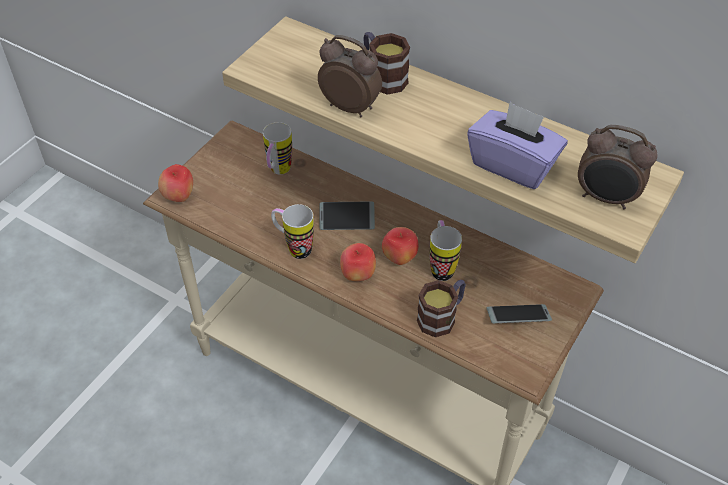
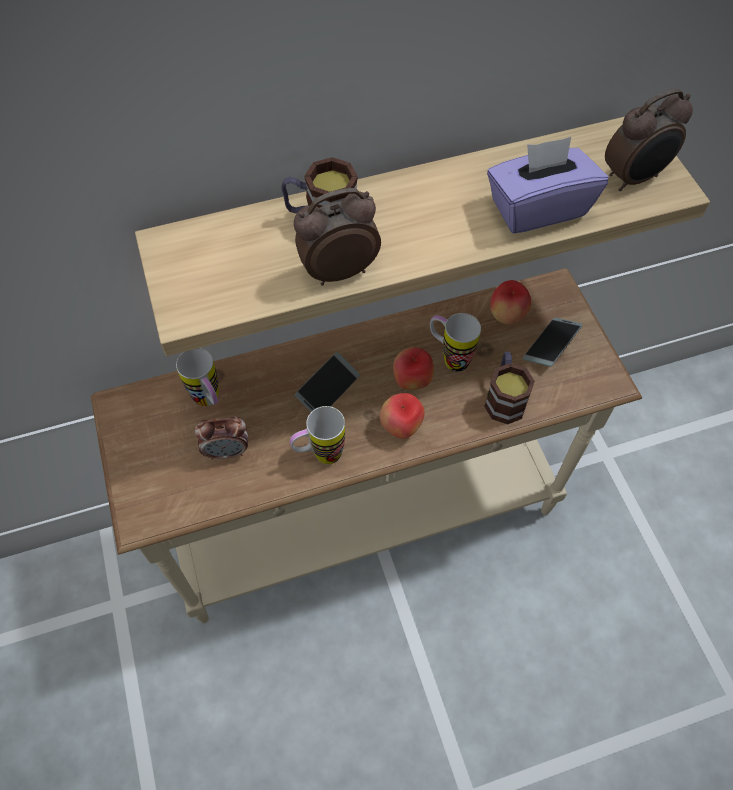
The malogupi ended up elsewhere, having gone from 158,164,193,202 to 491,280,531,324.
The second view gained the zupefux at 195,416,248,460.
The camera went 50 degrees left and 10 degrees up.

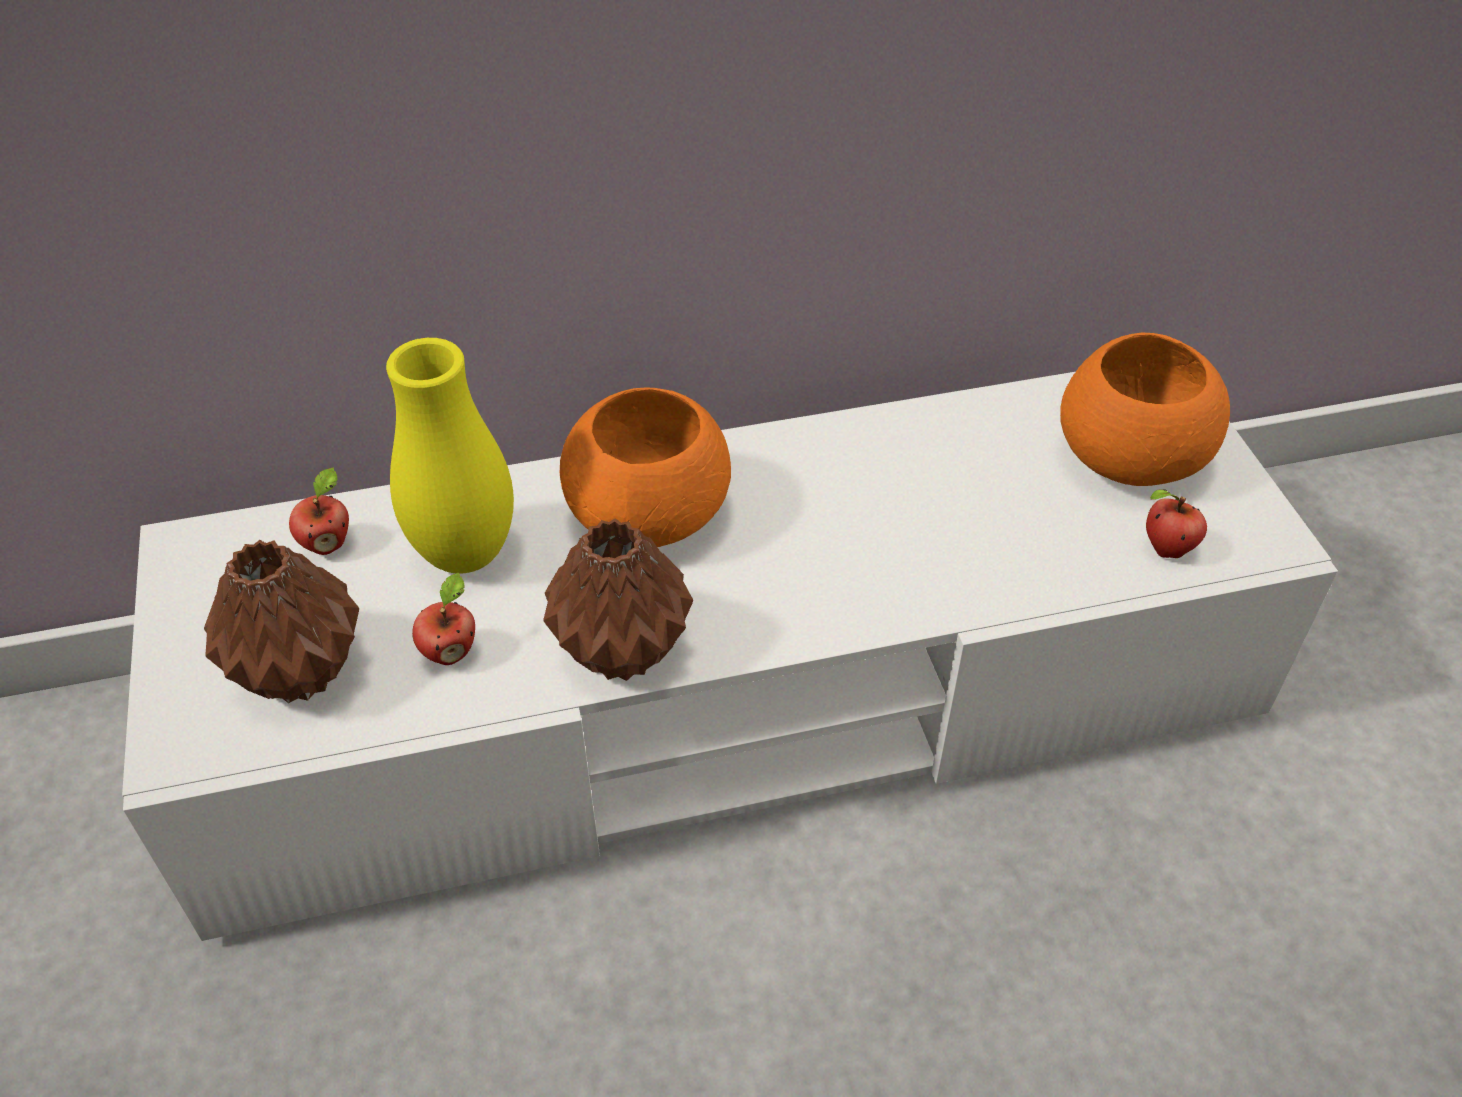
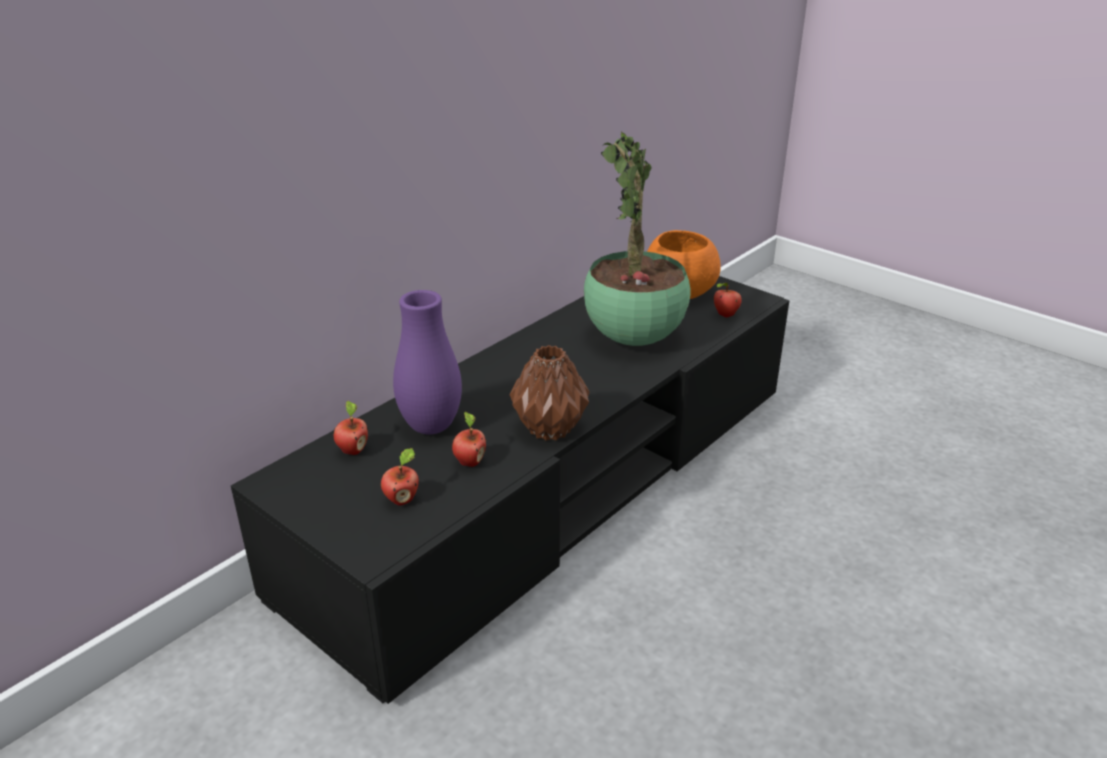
What was the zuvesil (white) at 122,372,1338,941 turned into the zuvesil (black) at 231,276,789,704.
Where the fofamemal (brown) stood at 204,540,359,703, the malogupi came to stand at 381,448,419,506.
What was the fofamemal (yellow) at 386,338,514,574 turned into the fofamemal (purple) at 393,290,462,435.
The second view lost the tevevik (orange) at 560,387,731,547.
The second view gained the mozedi at 584,131,690,346.
The camera went 35 degrees left and 15 degrees down.

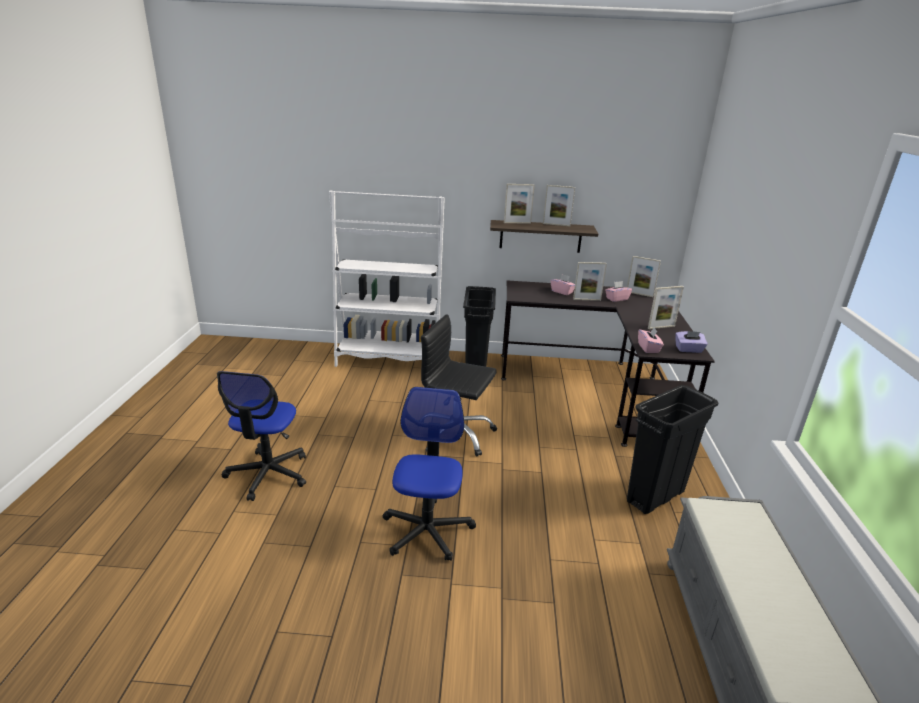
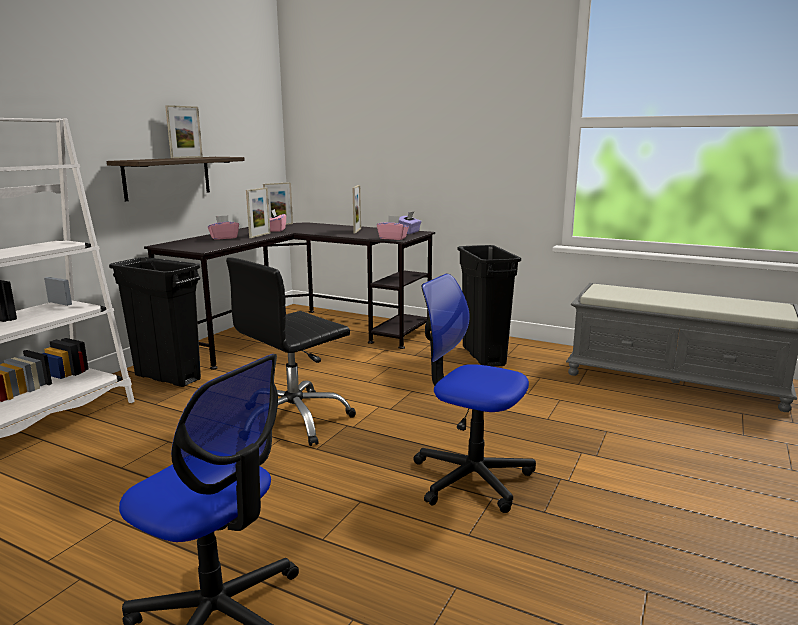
The second view lost the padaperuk at 504,184,535,224.
The camera went 65 degrees left and 10 degrees down.

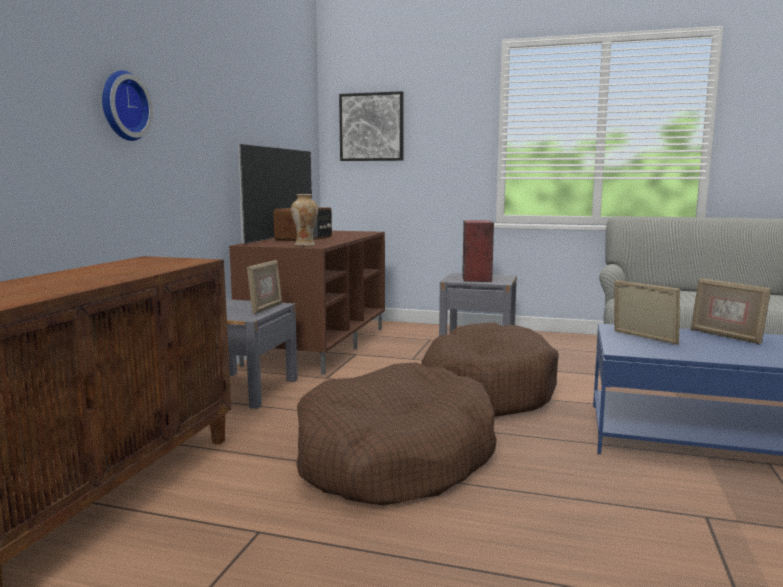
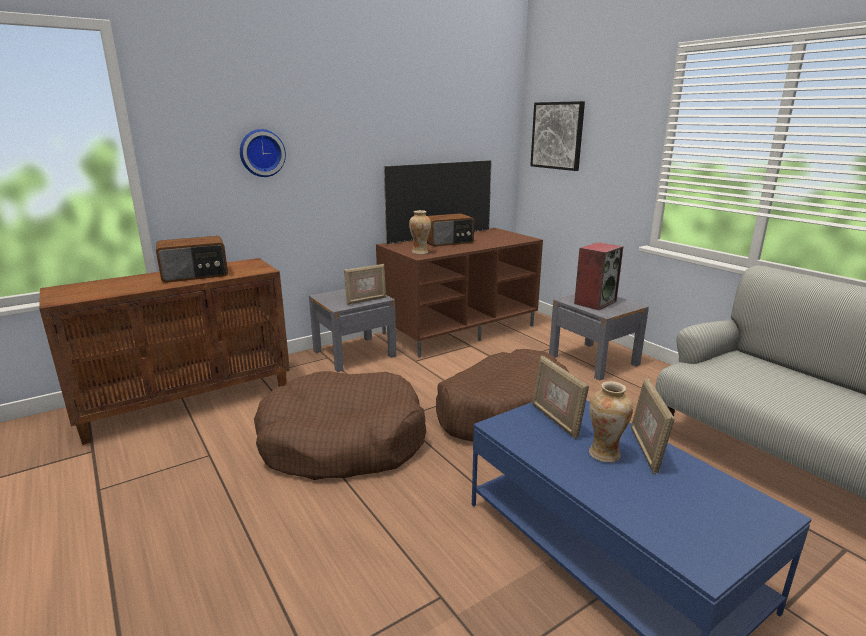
The padaperuk at 614,280,680,345 ended up facing another way, 150 degrees clockwise from before.
The second view gained the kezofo at 156,236,228,283.
The second view gained the fofamemal at 589,381,633,463.
The camera went 40 degrees right and 10 degrees up.

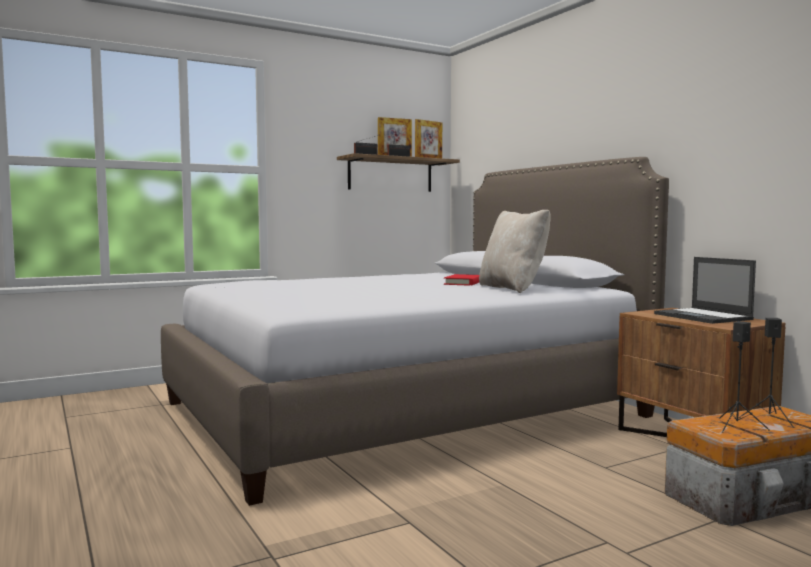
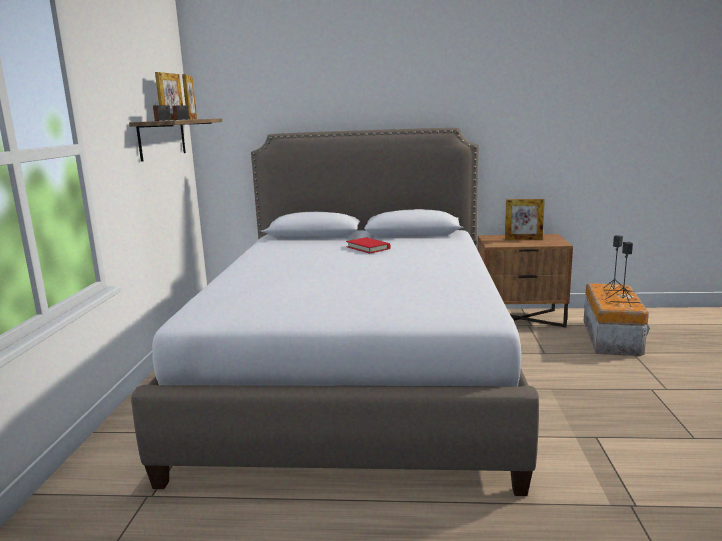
The second view lost the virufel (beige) at 479,210,551,293.
Where the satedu stood at 654,257,756,324, the padaperuk came to stand at 505,199,545,240.
The camera went 55 degrees left and 10 degrees up.

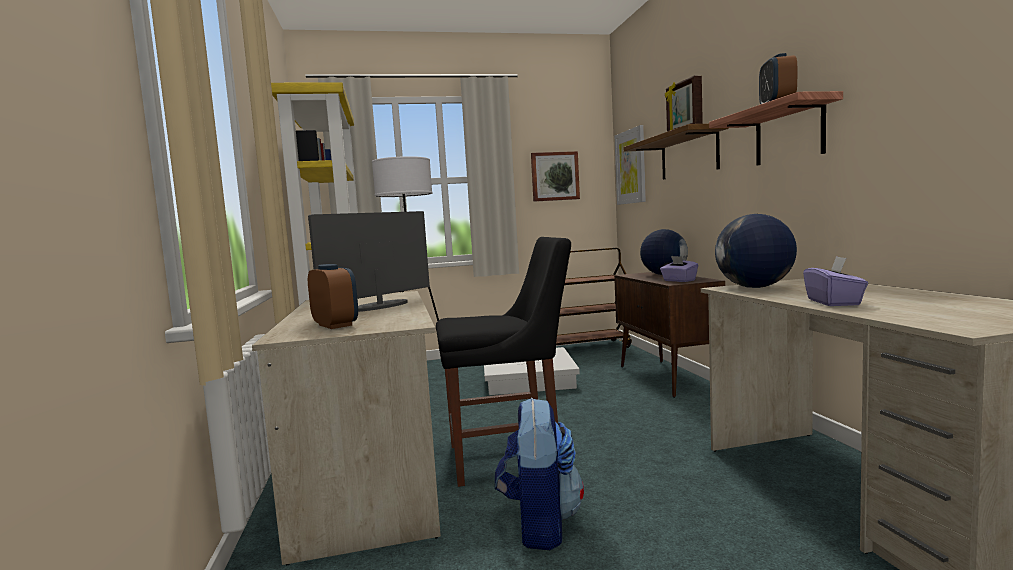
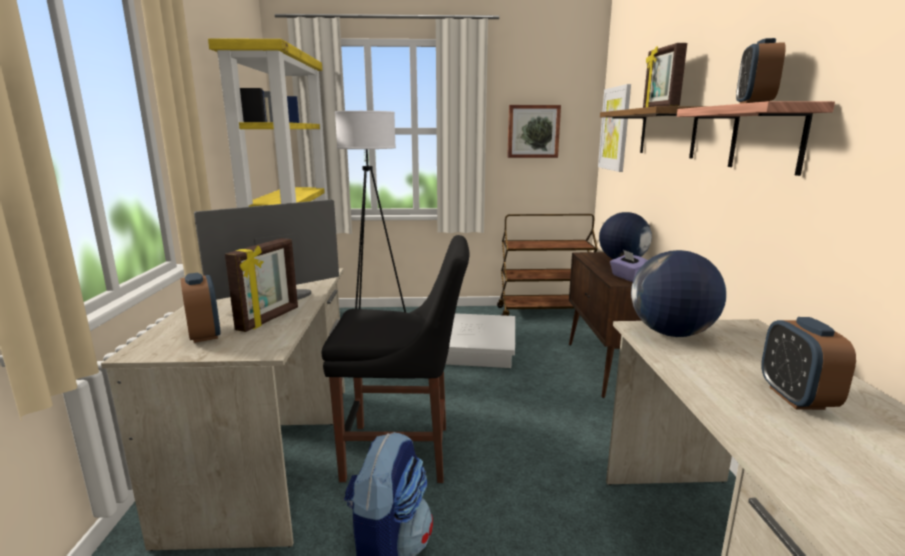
The second view lost the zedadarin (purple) at 803,256,868,306.
The second view gained the padaperuk at 225,238,298,332.
The second view gained the zupefux at 761,317,856,410.
The camera went 10 degrees right and 10 degrees up.

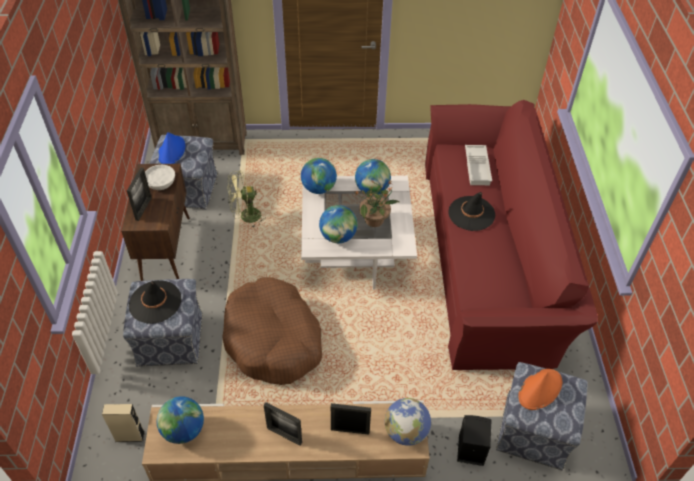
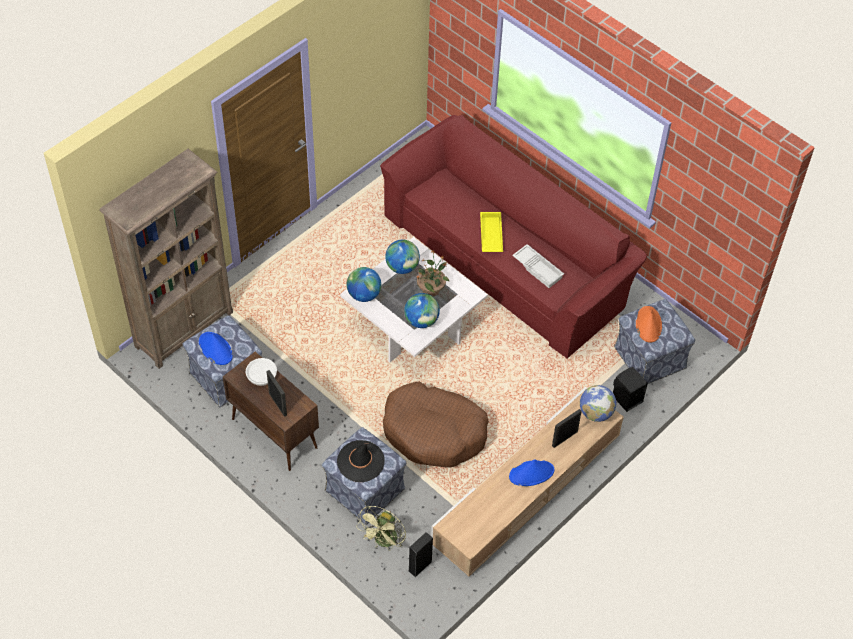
What was the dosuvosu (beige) at 102,404,145,442 turned into the dosuvosu (black) at 409,532,433,577.
The second view lost the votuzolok at 157,396,204,444.
The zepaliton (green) ended up elsewhere, having gone from 227,171,266,228 to 356,506,406,551.
Where the padaperuk stood at 264,402,302,446, the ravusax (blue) came to stand at 509,459,554,486.
Where the ravusax (black) stood at 449,192,495,231, the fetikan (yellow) came to stand at 480,212,503,252.
The fetikan (white) ended up elsewhere, having gone from 465,145,492,185 to 512,244,564,288.
The camera went 45 degrees left and 5 degrees up.

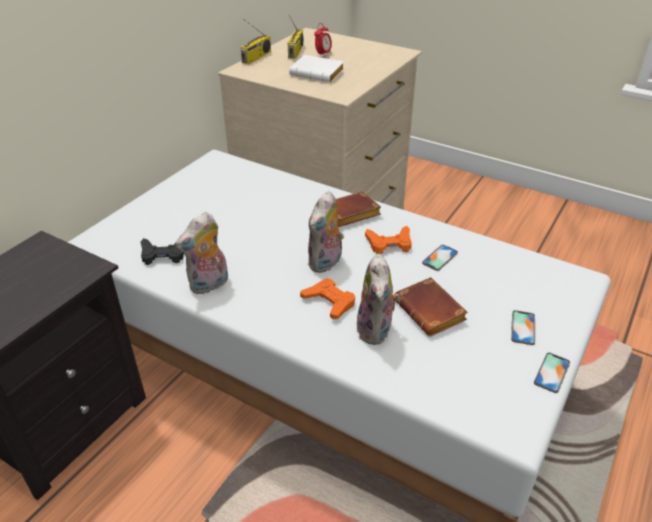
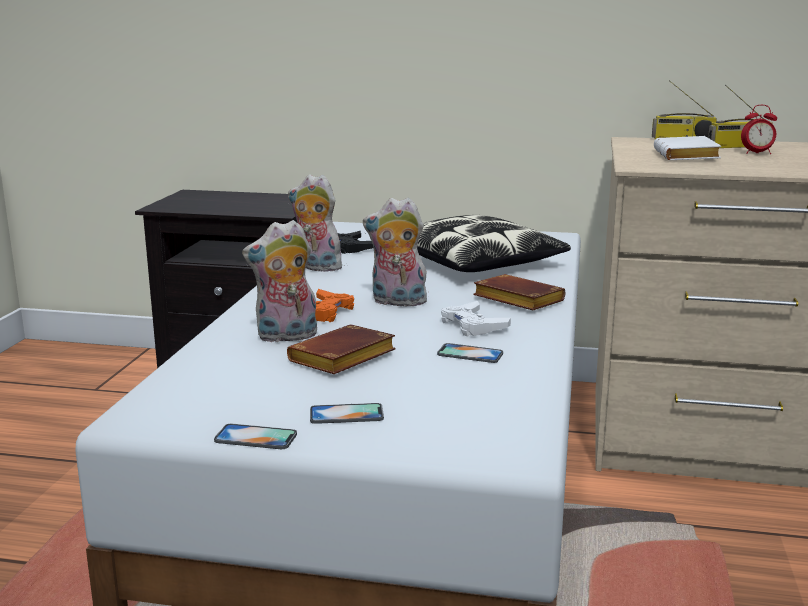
What was the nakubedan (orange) at 365,226,412,254 turned into the nakubedan (white) at 441,301,511,336.
The second view gained the virufel at 417,215,571,272.
The camera went 70 degrees right and 20 degrees down.

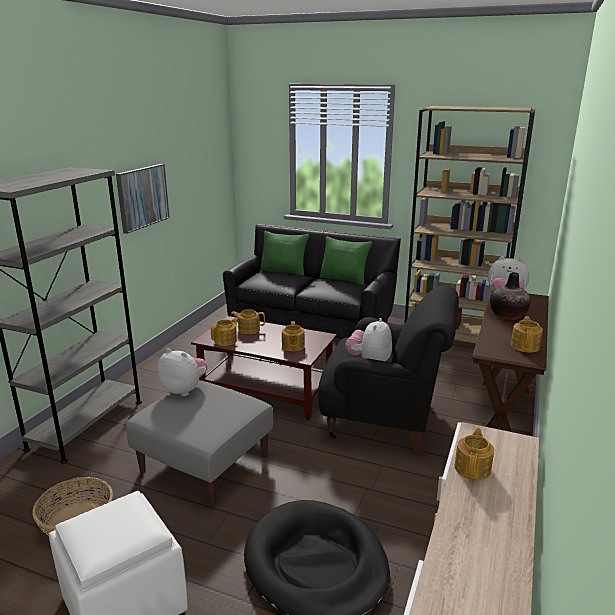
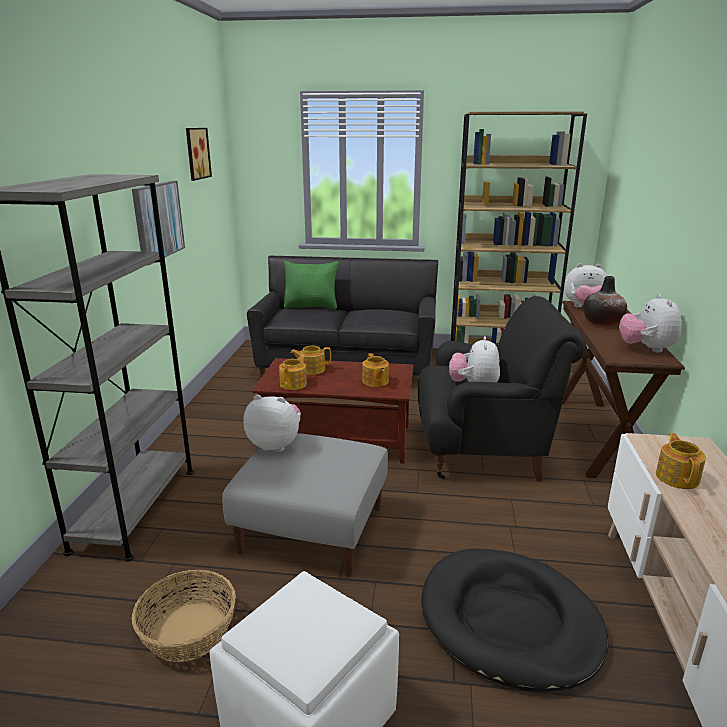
The second view lost the virufel (green) at 320,236,372,285.
Where the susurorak stood at 511,316,543,353, the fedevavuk came to stand at 619,294,682,353.
The second view gained the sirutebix at 186,128,212,181.
The camera went 15 degrees left and 0 degrees up.

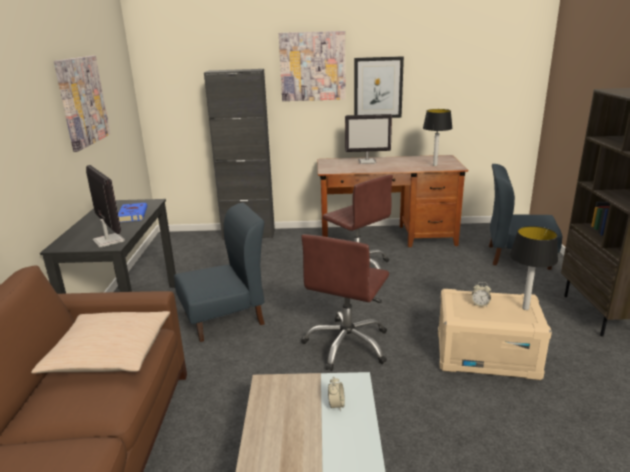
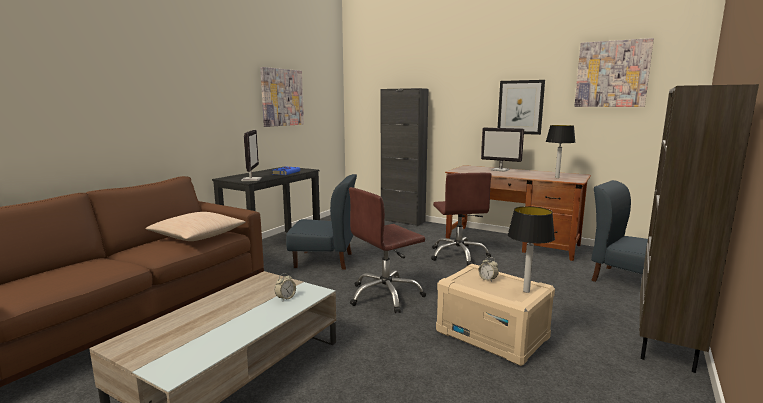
The sirutebix ended up elsewhere, having gone from 279,31,346,101 to 574,38,654,107.
The camera went 30 degrees right and 10 degrees down.

